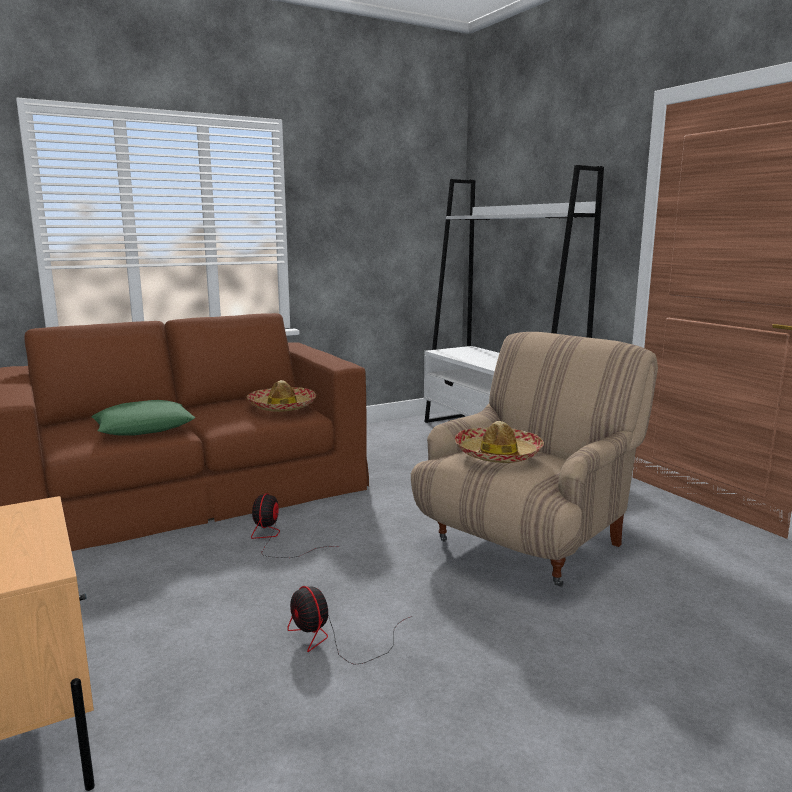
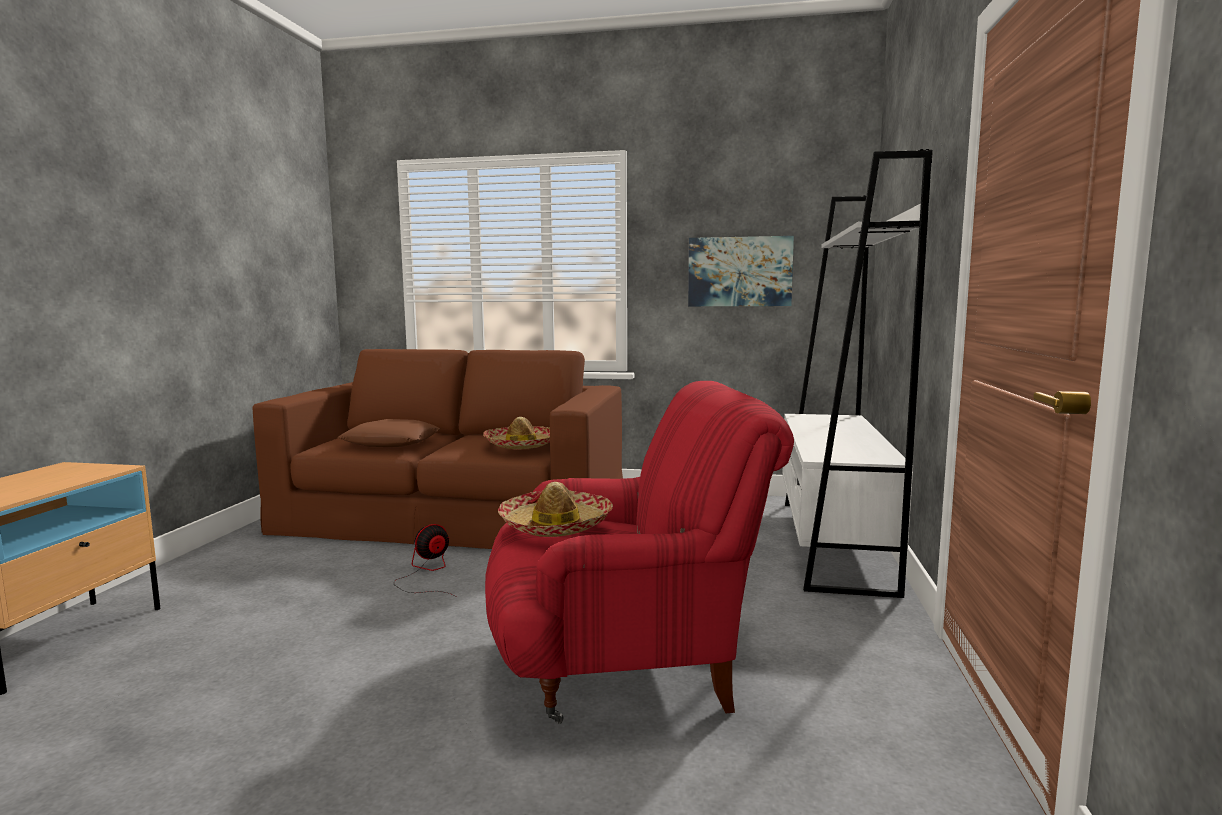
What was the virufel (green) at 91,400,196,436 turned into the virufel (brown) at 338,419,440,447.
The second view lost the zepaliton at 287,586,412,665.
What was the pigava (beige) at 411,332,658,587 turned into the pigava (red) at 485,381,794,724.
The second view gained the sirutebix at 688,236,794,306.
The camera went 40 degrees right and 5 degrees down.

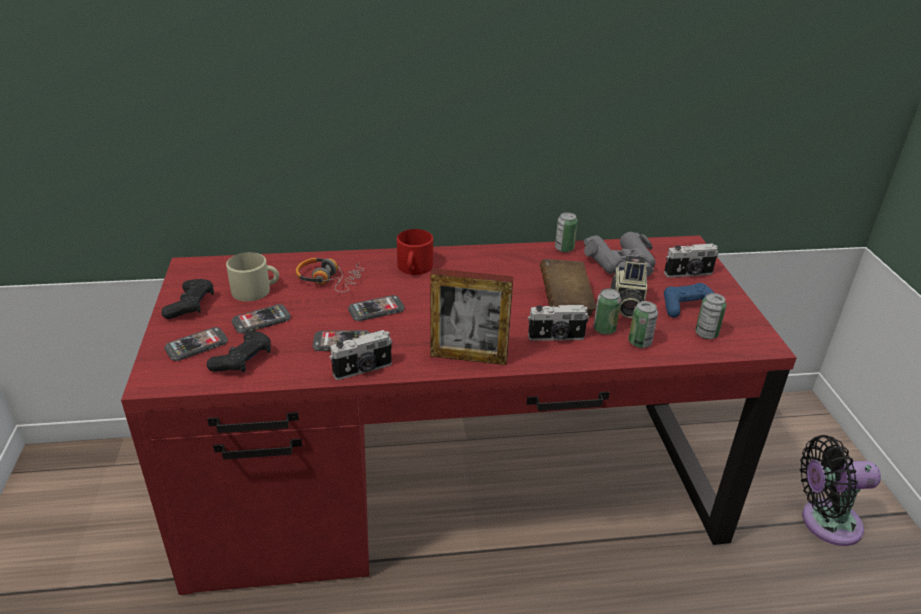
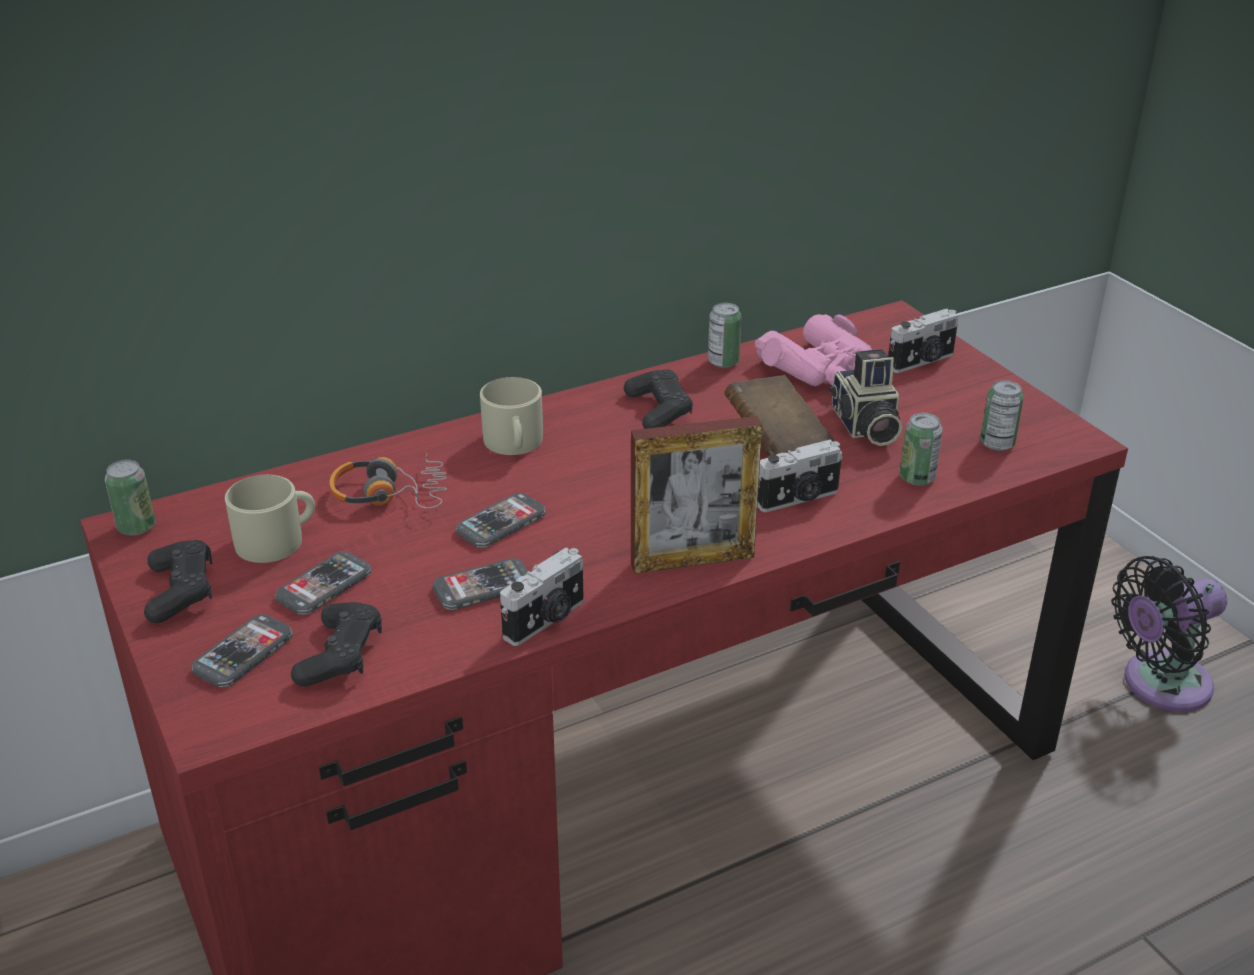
What was the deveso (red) at 397,229,433,275 turned into the deveso (beige) at 480,377,543,455.
What was the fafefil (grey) at 584,232,656,276 turned into the fafefil (pink) at 755,314,872,386.
The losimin ended up elsewhere, having gone from 593,288,621,335 to 105,459,155,536.
The second view lost the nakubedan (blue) at 664,283,714,318.
The second view gained the nakubedan (black) at 624,369,693,429.
The camera went 20 degrees left and 0 degrees up.

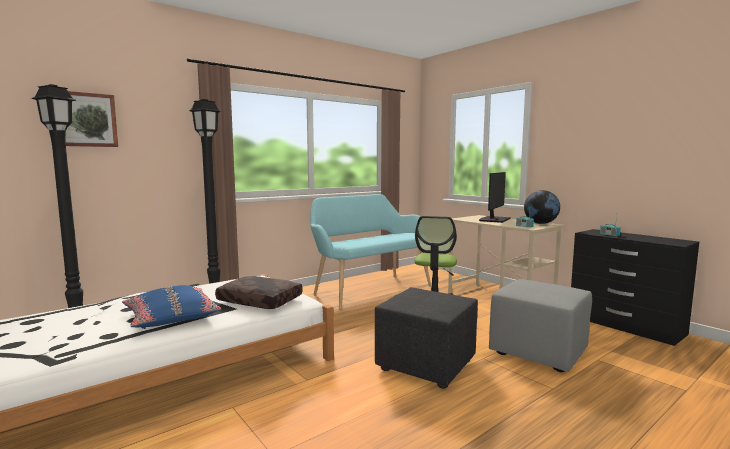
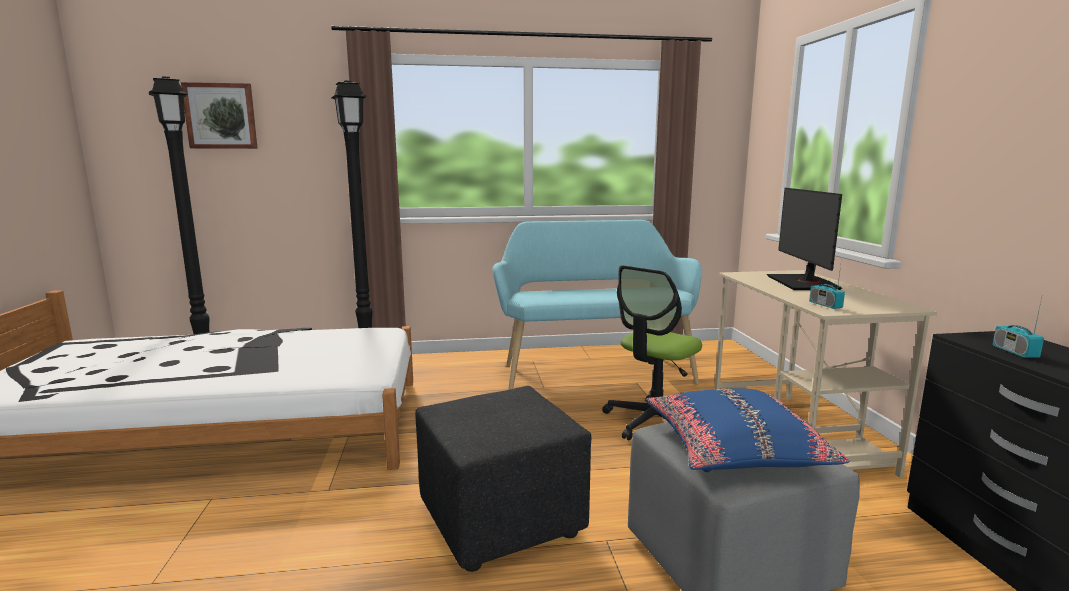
The virufel (blue) ended up elsewhere, having gone from 122,285,221,329 to 646,388,849,472.
The second view lost the virufel (brown) at 215,276,303,309.
The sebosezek at 479,172,511,223 ended up facing another way, 120 degrees clockwise from before.
The second view lost the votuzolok at 524,190,560,224.
The camera went 30 degrees right and 5 degrees up.

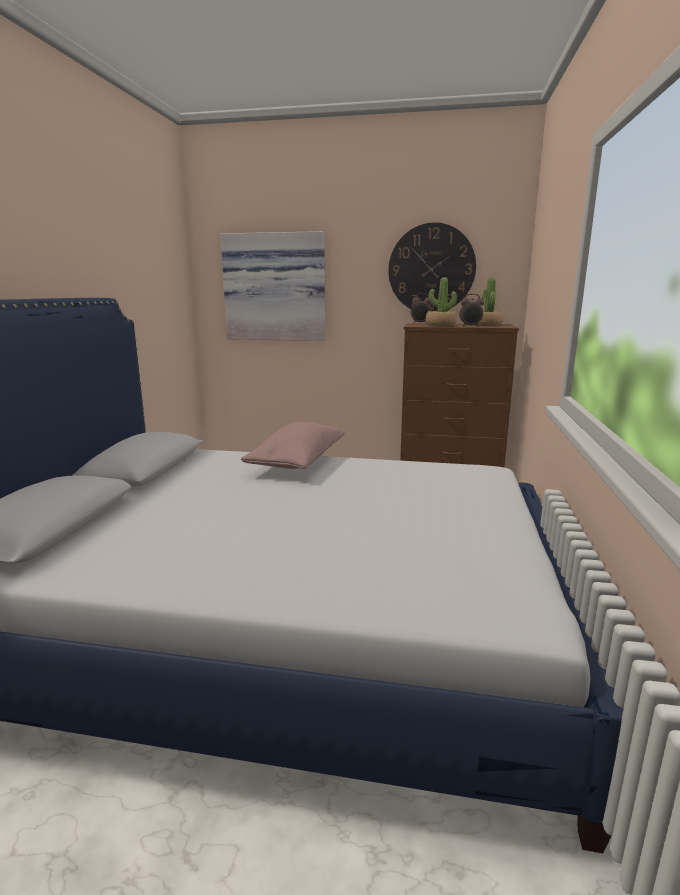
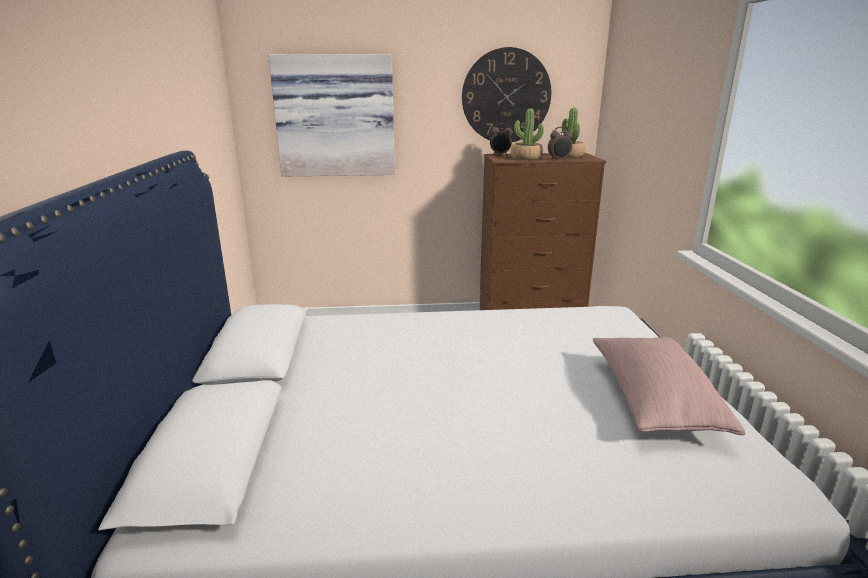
The virufel (pink) ended up elsewhere, having gone from 241,422,345,469 to 593,337,745,435.
The camera went 15 degrees left and 5 degrees up.

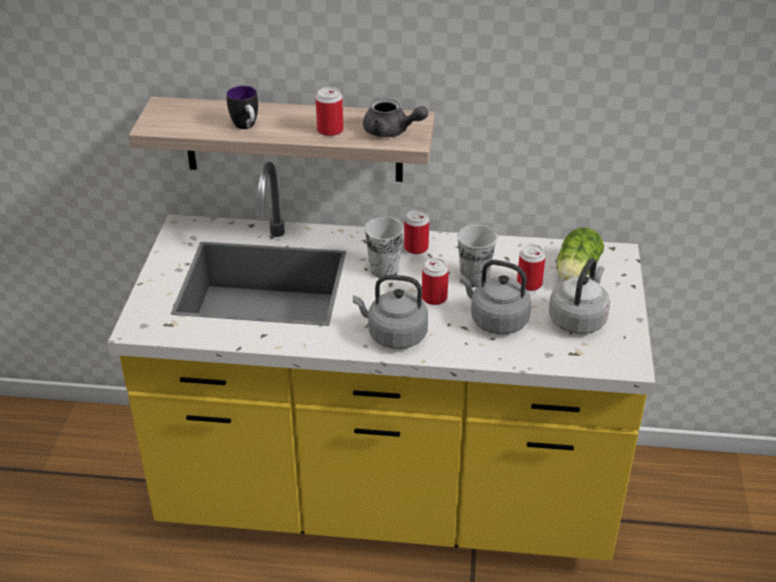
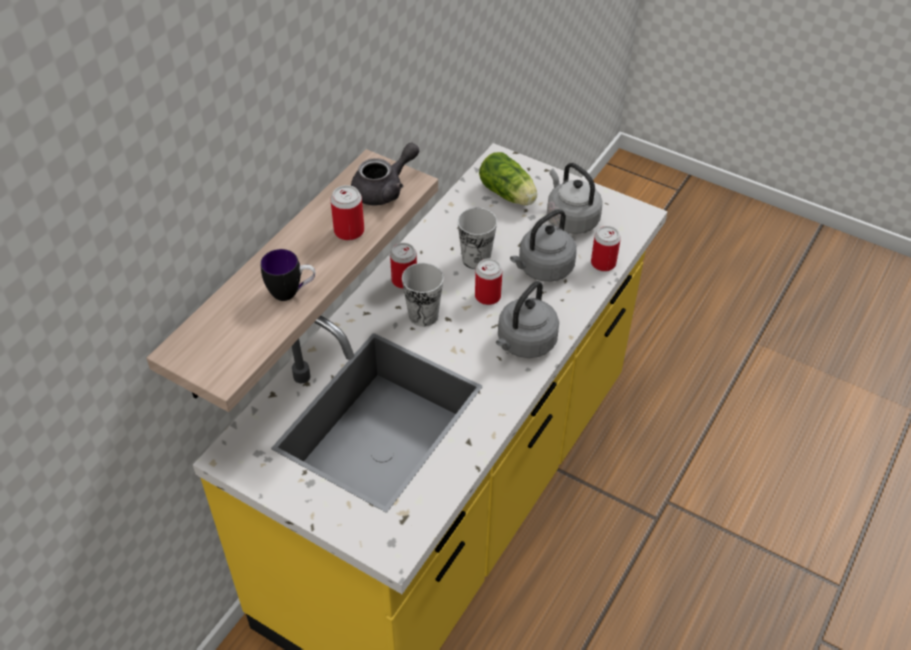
The losimin ended up elsewhere, having gone from 517,244,546,291 to 591,226,621,272.
The camera went 65 degrees left and 10 degrees up.

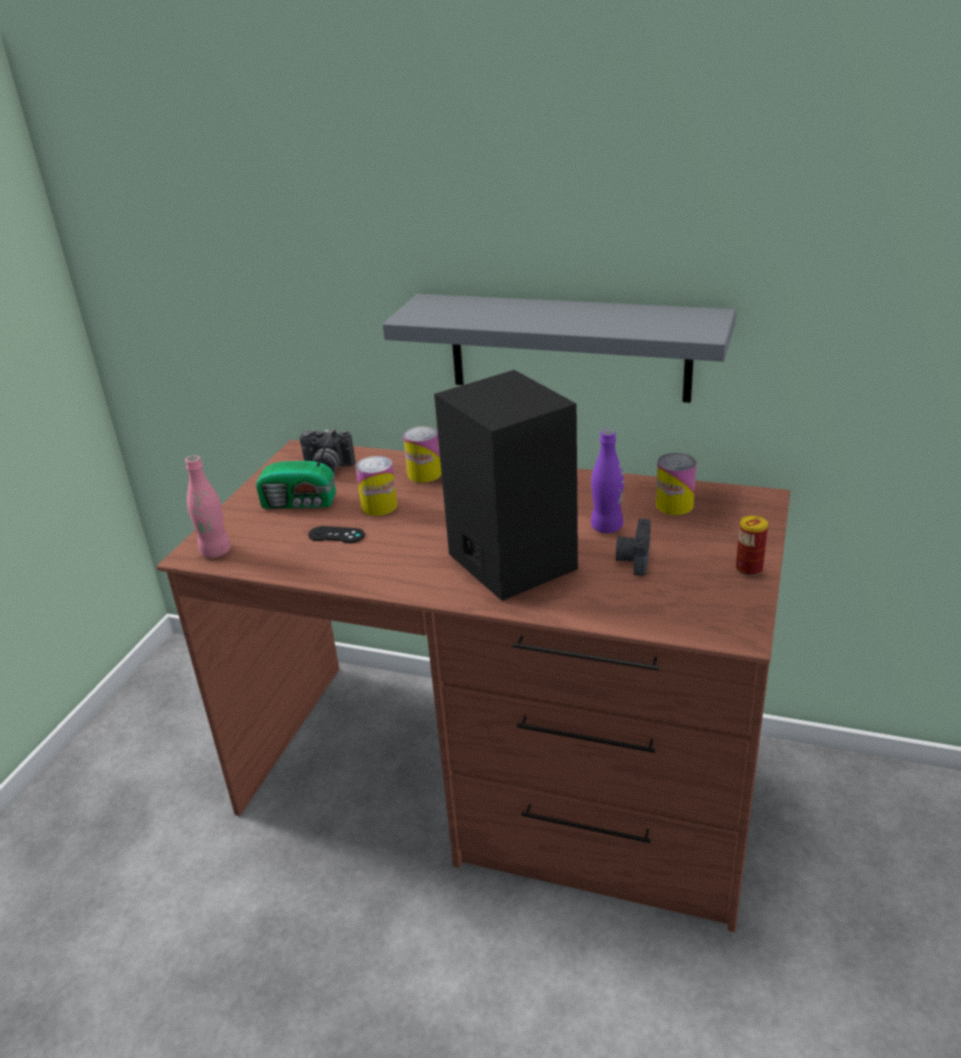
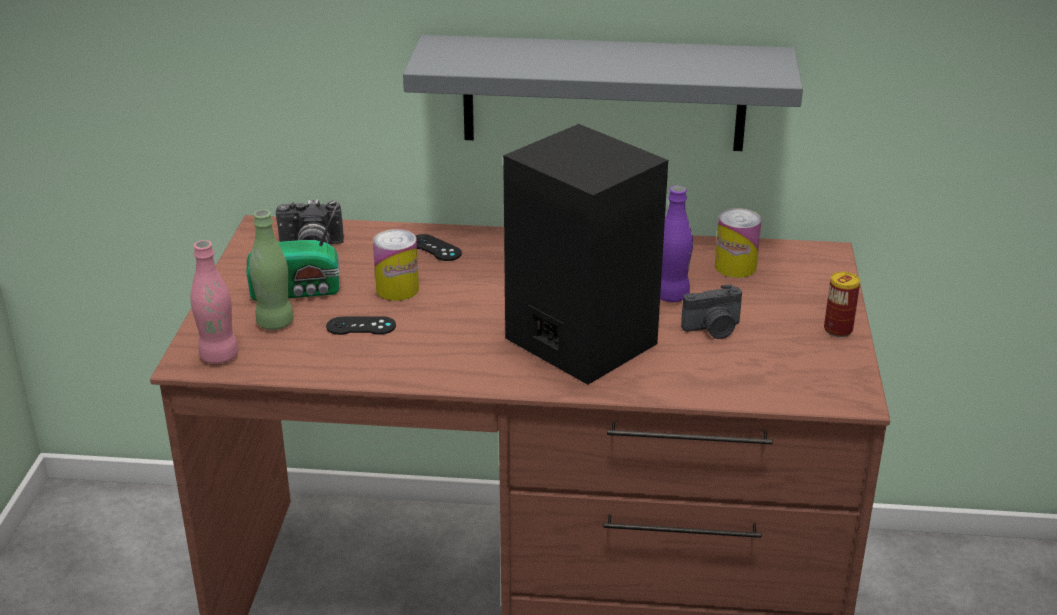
Where the losimin stood at 403,426,442,483, the nakubedan (black) came to stand at 415,234,462,261.
The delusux at 616,518,651,576 ended up facing another way, 105 degrees counterclockwise from before.
The second view gained the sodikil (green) at 249,210,294,330.
The camera went 15 degrees left and 0 degrees up.

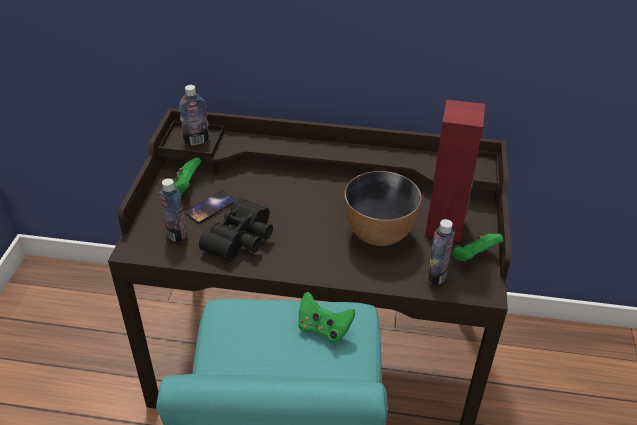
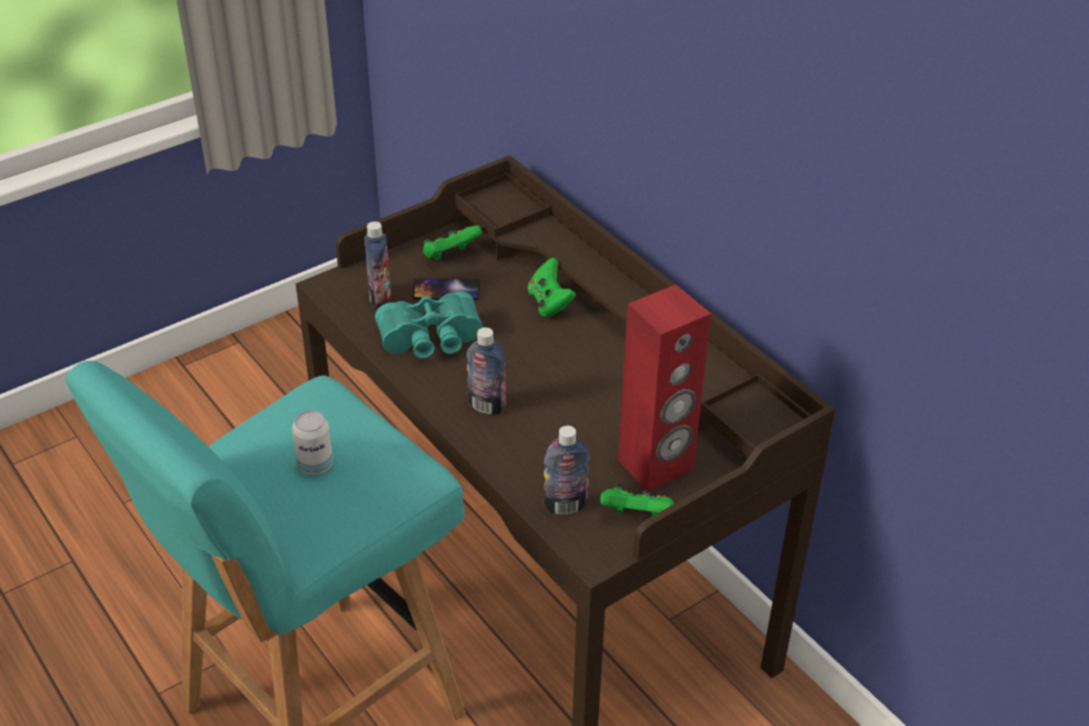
The sodikil ended up elsewhere, having gone from 179,85,209,145 to 467,327,506,414.
What was the fafefil (black) at 199,197,273,262 turned into the fafefil (turquoise) at 375,291,483,359.
The nakubedan (green) ended up elsewhere, having gone from 298,292,355,343 to 528,258,576,317.
The second view lost the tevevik at 344,171,422,246.
The second view gained the losimin at 292,410,333,474.
The camera went 45 degrees right and 0 degrees up.

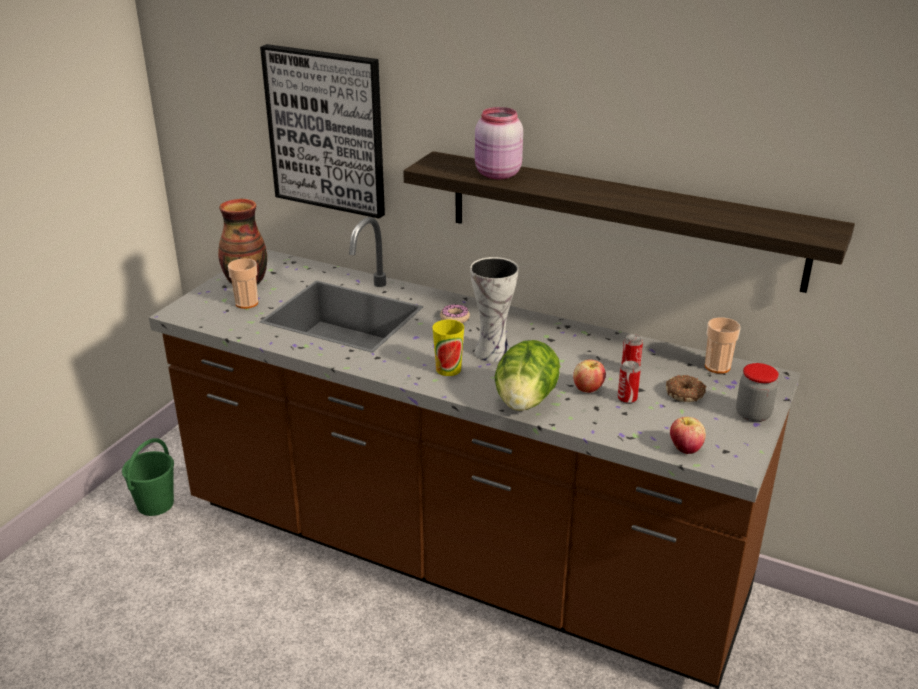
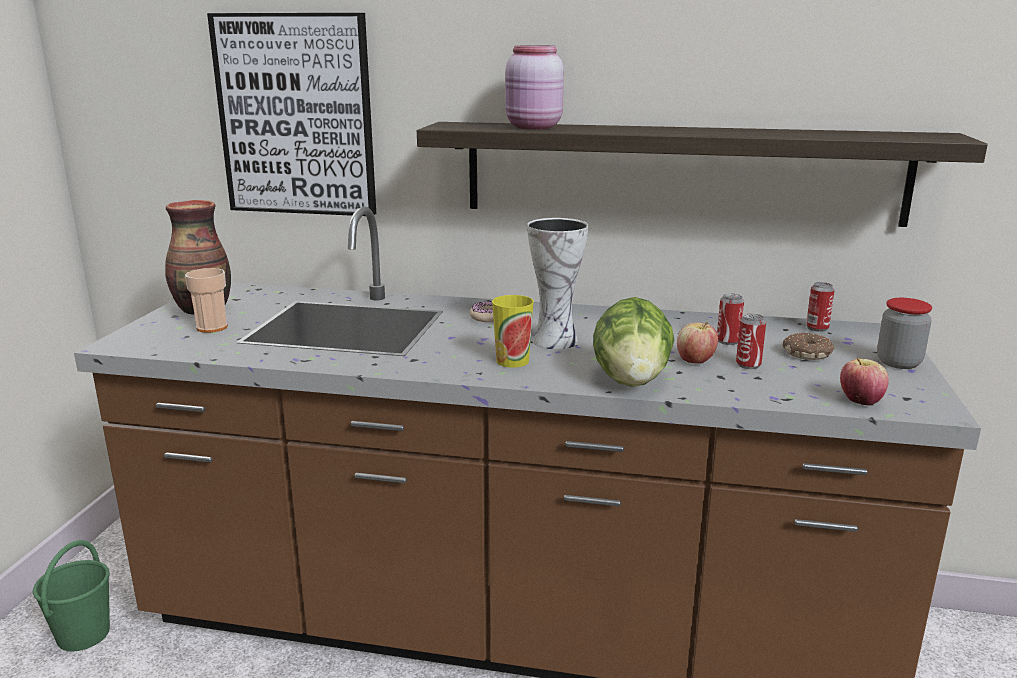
Where the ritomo stood at 705,317,741,374, the losimin came to stand at 806,282,835,332.
The camera went 15 degrees left and 10 degrees down.

